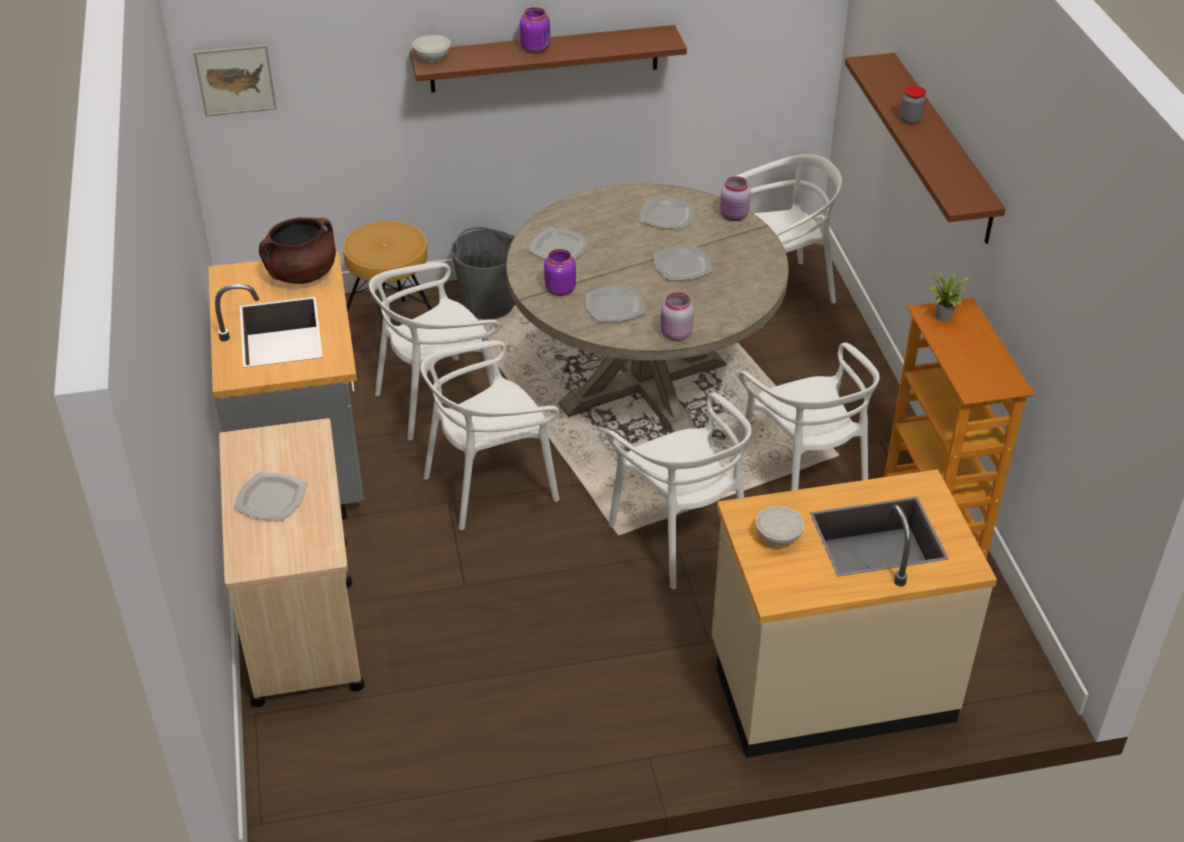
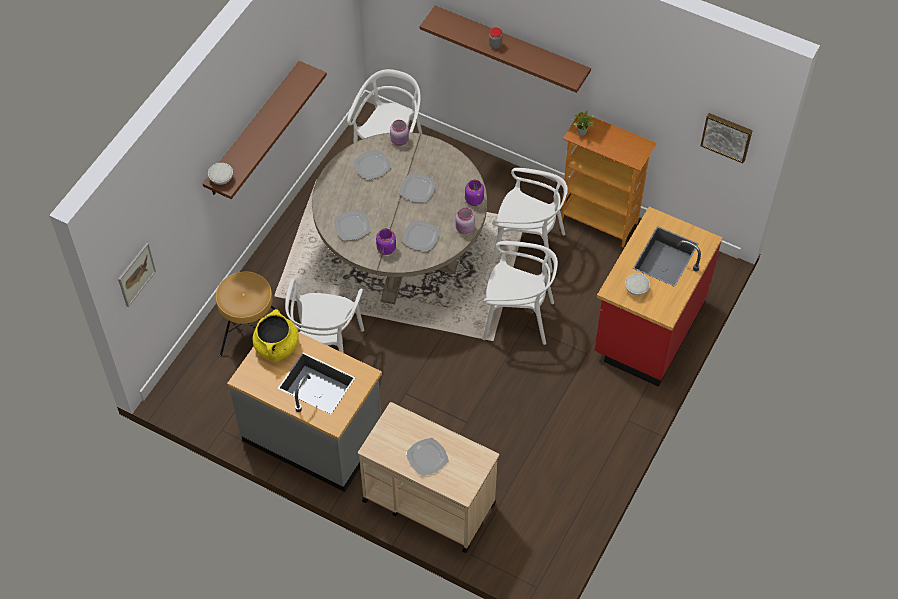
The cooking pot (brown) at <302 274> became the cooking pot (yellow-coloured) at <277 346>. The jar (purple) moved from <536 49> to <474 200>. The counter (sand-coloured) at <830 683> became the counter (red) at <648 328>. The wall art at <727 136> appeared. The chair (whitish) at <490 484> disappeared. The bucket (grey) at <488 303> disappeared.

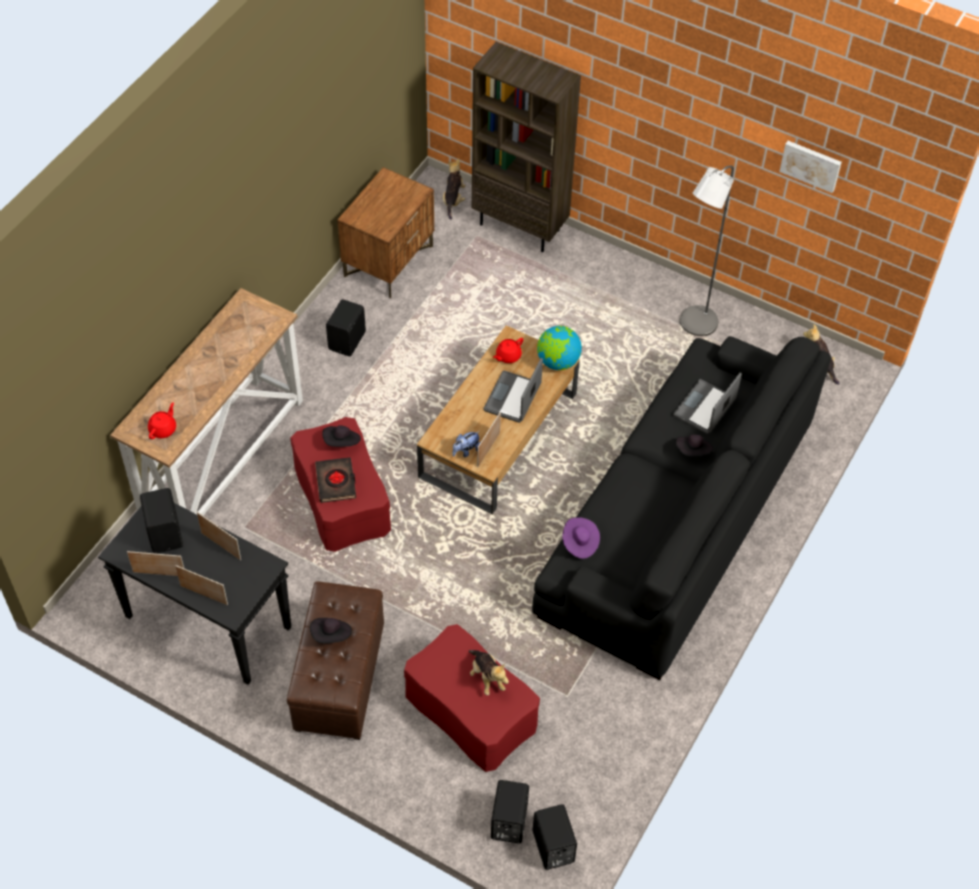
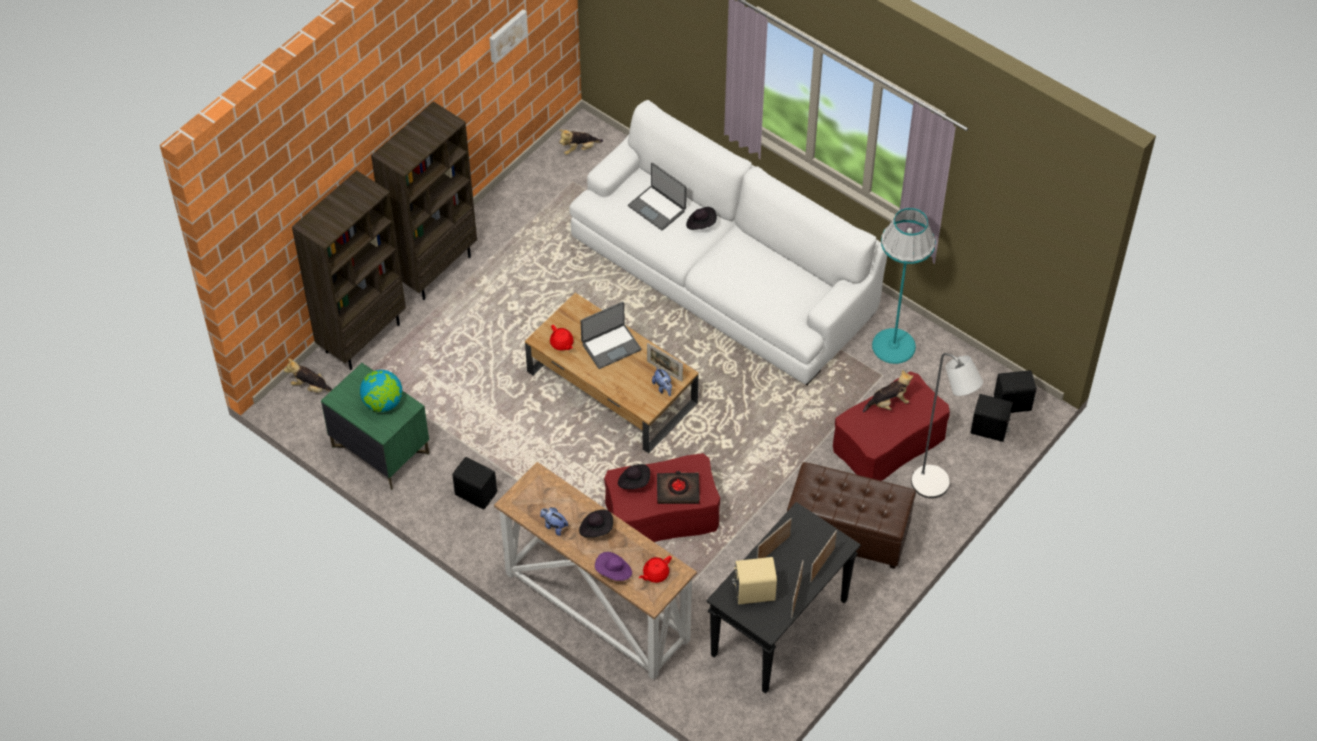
The bedside table (brown) at <388 261> became the bedside table (greenish) at <380 450>. The world globe moved from <558 361> to <383 403>. The bookcase (brown) at <434 269> appeared. The plush toy at <554 526> appeared. The settee (black) at <676 519> became the settee (whitish) at <723 275>. The hat (black) moved from <331 635> to <596 529>. The laptop at <513 398> turned 60 degrees counterclockwise. The hat (purple) moved from <579 543> to <614 572>. The teapot (red) at <163 429> turned 75 degrees counterclockwise. The audio speaker (black) at <166 533> became the audio speaker (sand-coloured) at <753 591>. The standing lamp (turquoise) at <894 346> appeared. The standing lamp (grey) moved from <694 326> to <935 487>.

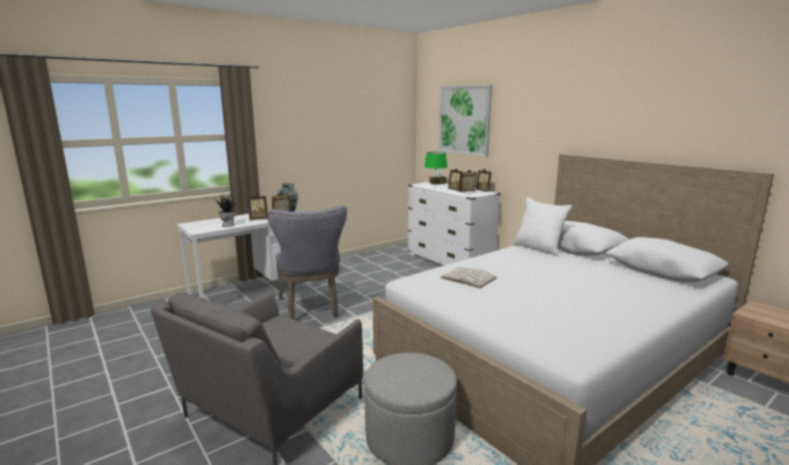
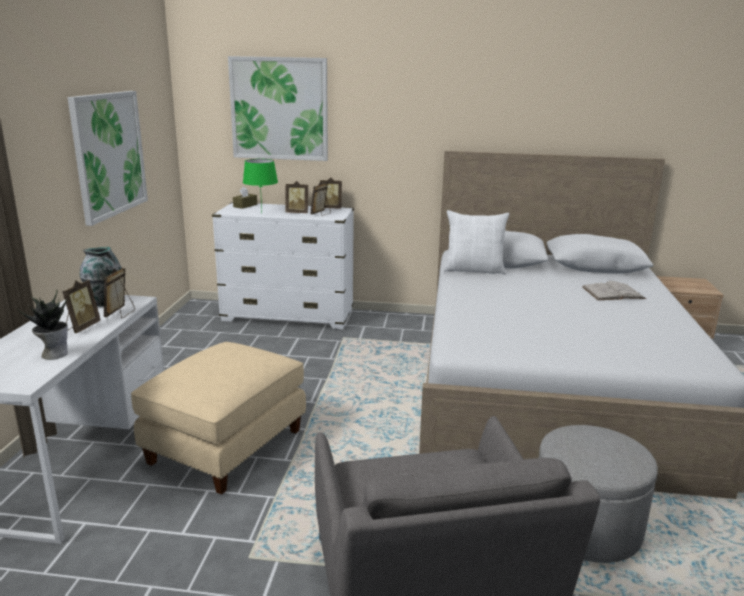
The wall art at <109 154> appeared. The chair (grey) at <311 309> was replaced by the ottoman (sand-coloured) at <227 447>. The volume (whitish) moved from <468 278> to <613 293>.

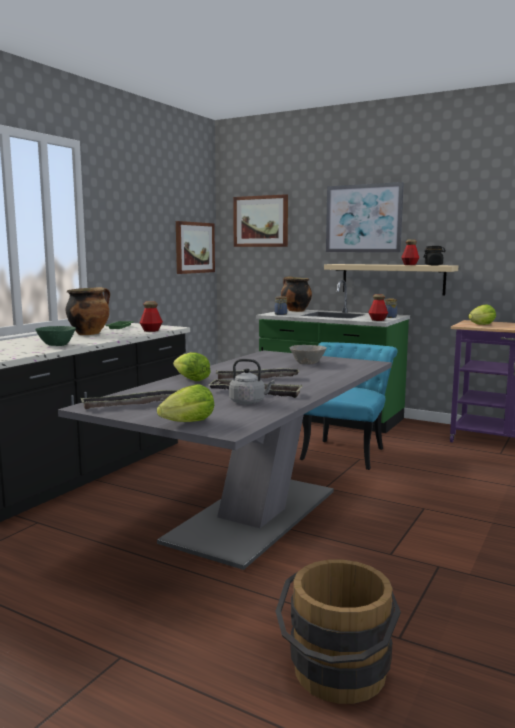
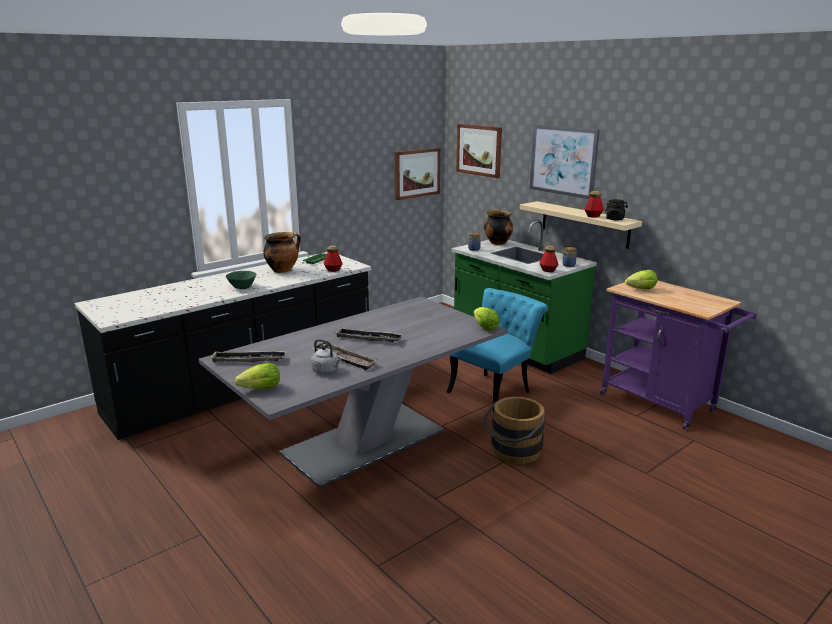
The head of lettuce moved from <191 380> to <485 327>. The bucket (brown) moved from <337 677> to <513 453>. The serving bowl (grey) at <307 363> disappeared.

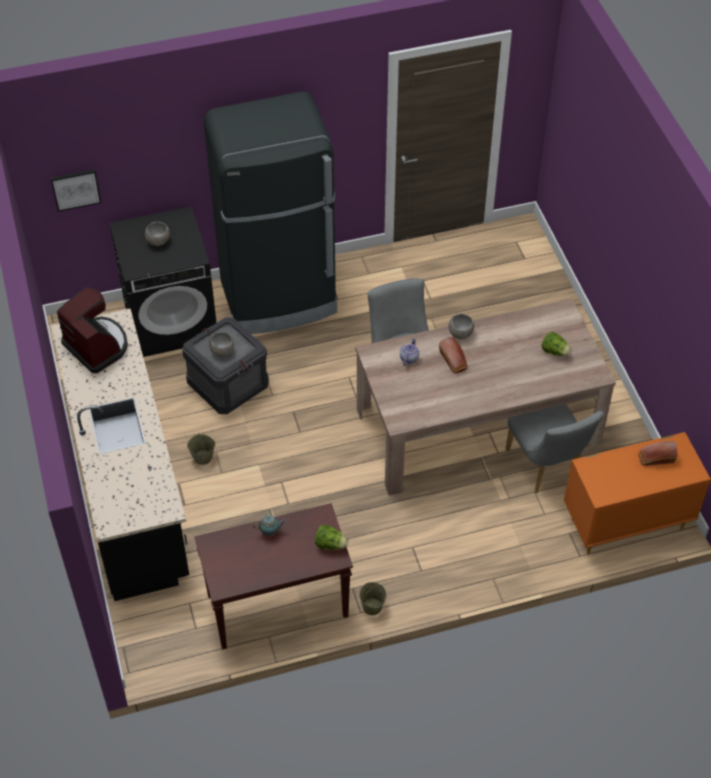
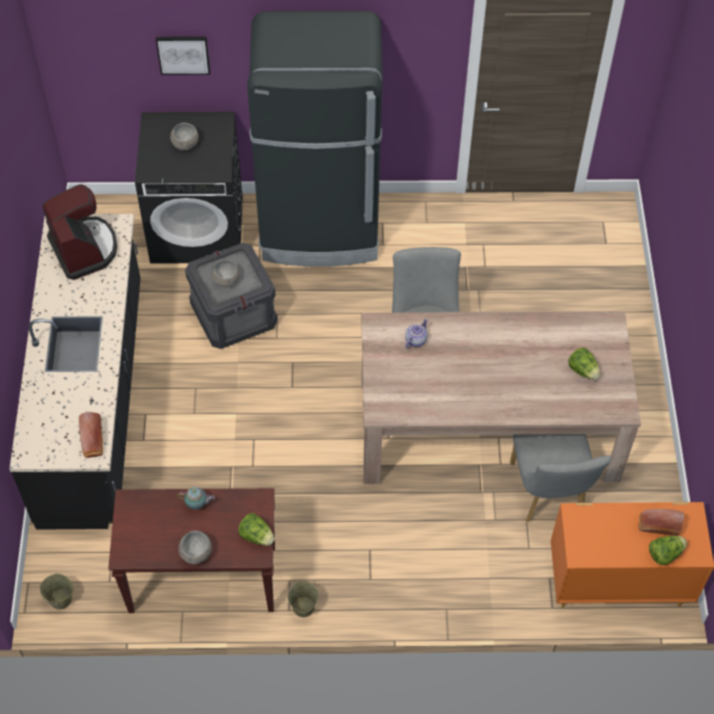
The bucket (sand-coloured) moved from <203 457> to <61 599>. The bakery bread moved from <453 361> to <92 441>. The wall art moved from <76 189> to <183 54>. The serving bowl (grey) moved from <460 333> to <196 553>. The head of lettuce at <665 554> appeared.

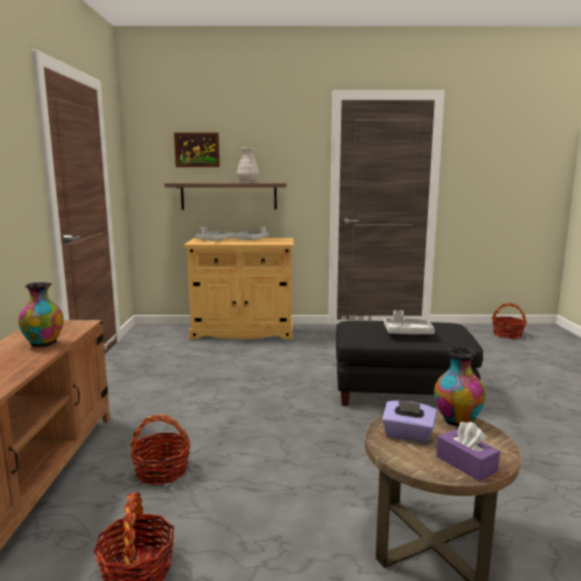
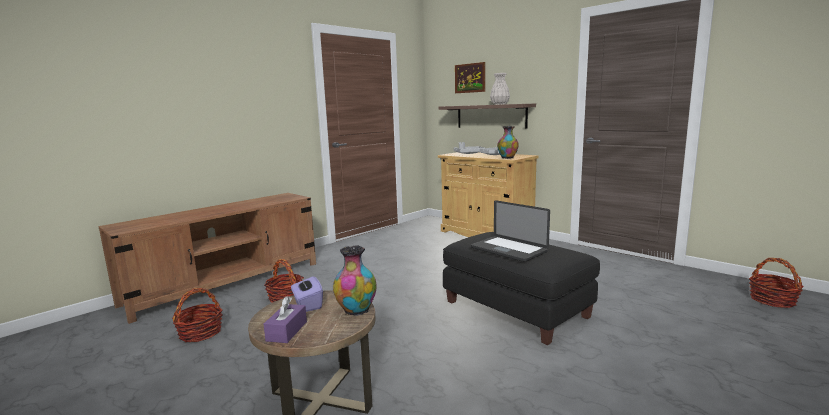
The carrying tray (grey) at <407 333> was replaced by the laptop at <508 250>. The decorative vase moved from <44 343> to <507 158>.

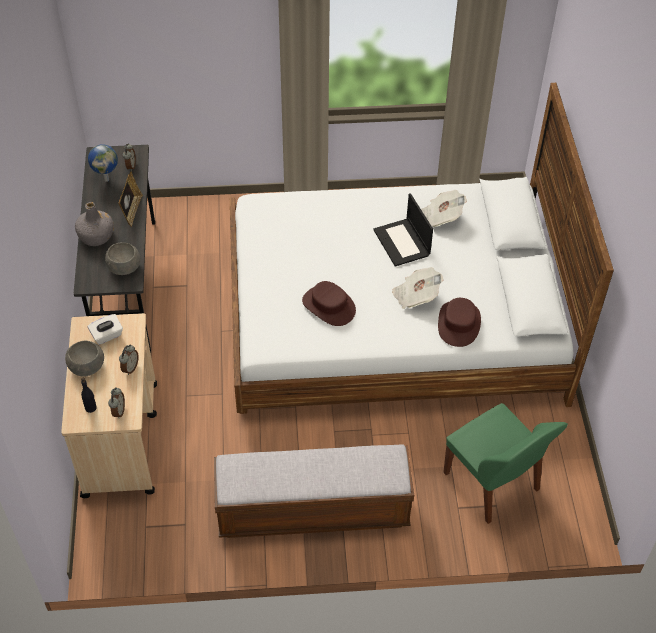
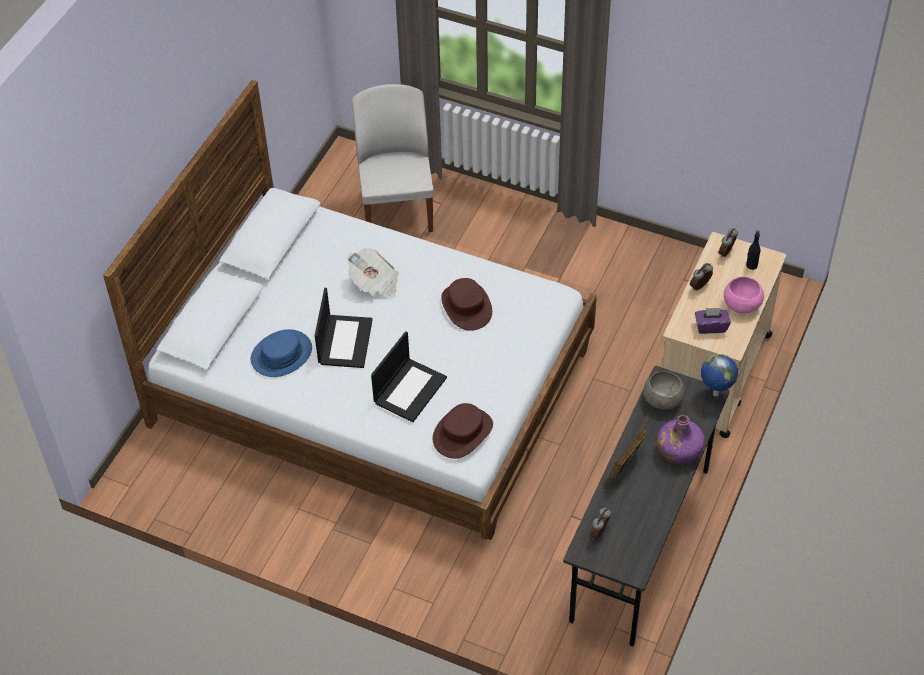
The newspaper at <440 217> was replaced by the hat (blue) at <281 354>. The chair (greenish) at <492 483> became the chair (whitish) at <397 208>. The laptop at <410 389> appeared. The hat (brown) moved from <459 324> to <462 433>. The drink bottle (grey) at <96 236> became the drink bottle (purple) at <679 450>. The box of tissues (whitish) at <107 335> became the box of tissues (purple) at <711 327>. The world globe moved from <107 179> to <715 394>. The serving bowl (grey) at <86 366> became the serving bowl (pink-coloured) at <742 304>. The bench at <312 510> disappeared.

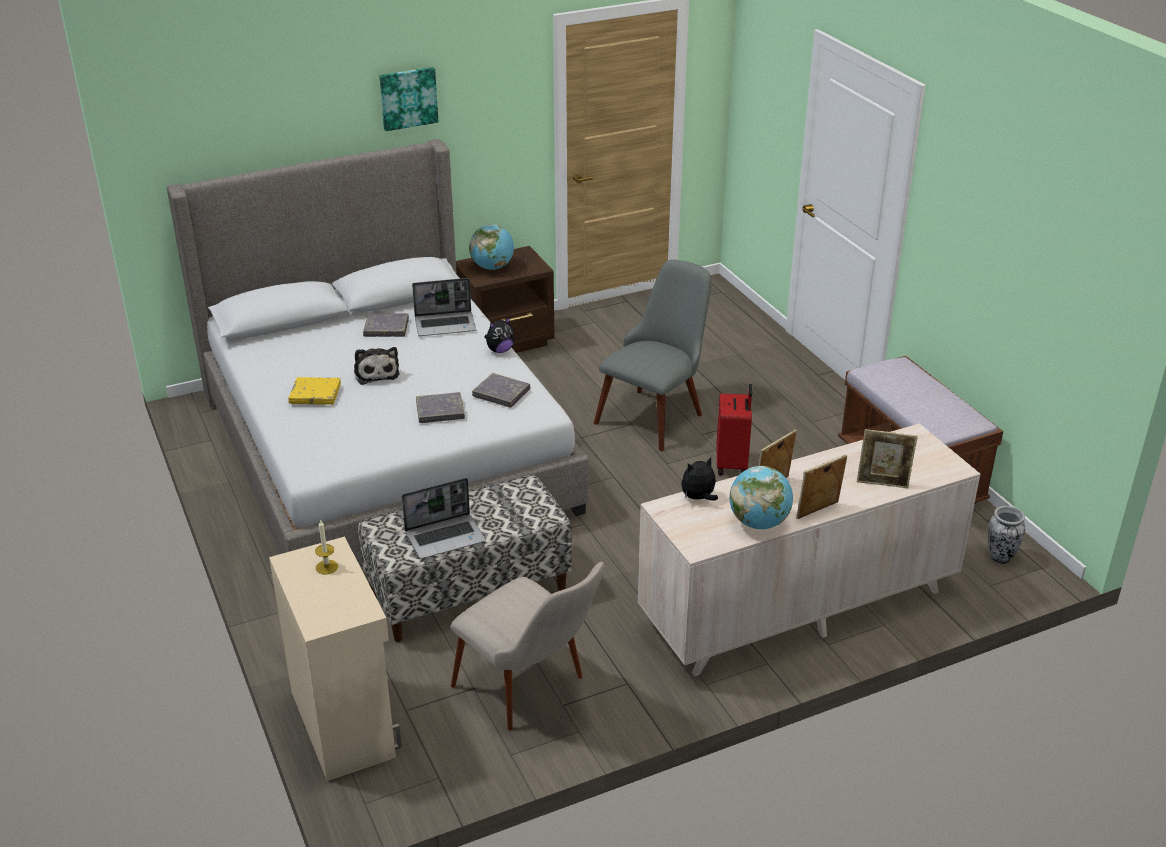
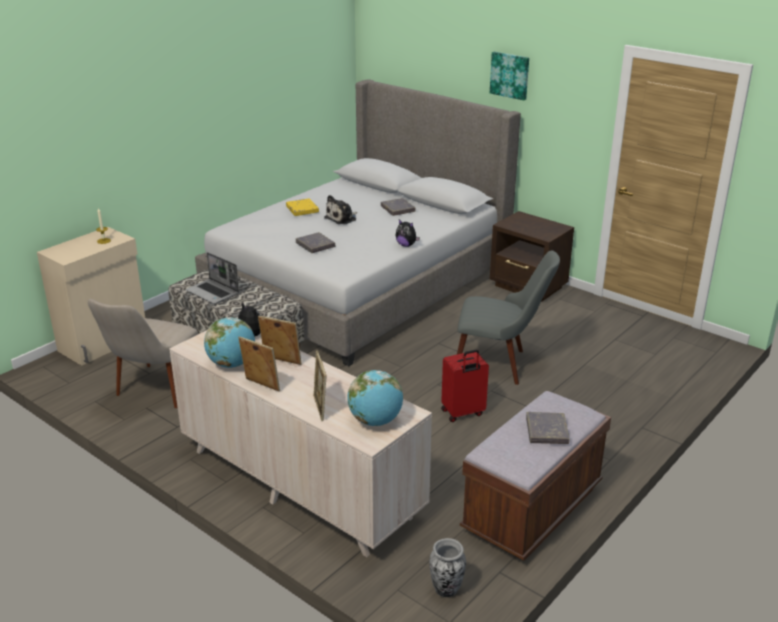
The world globe moved from <492 267> to <375 421>. The volume (grey) moved from <501 393> to <546 431>. The laptop at <446 325> disappeared.

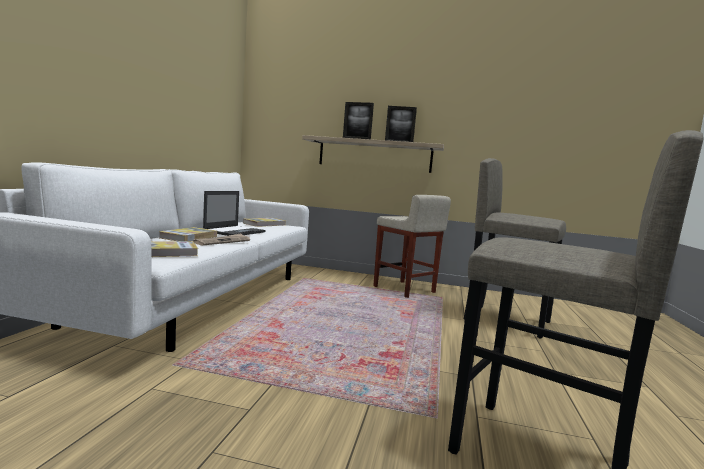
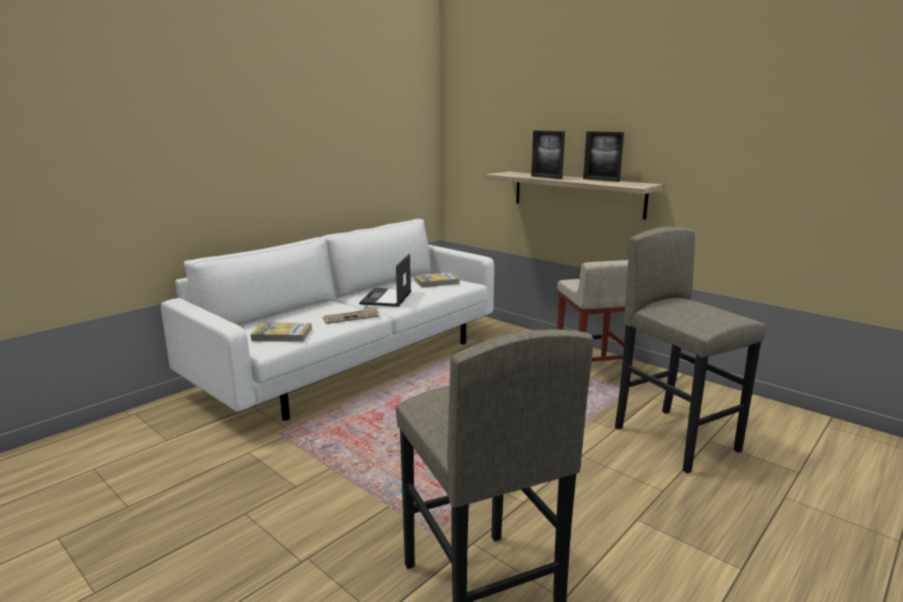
The laptop at <235 231> turned 135 degrees clockwise. The volume at <189 237> disappeared.

